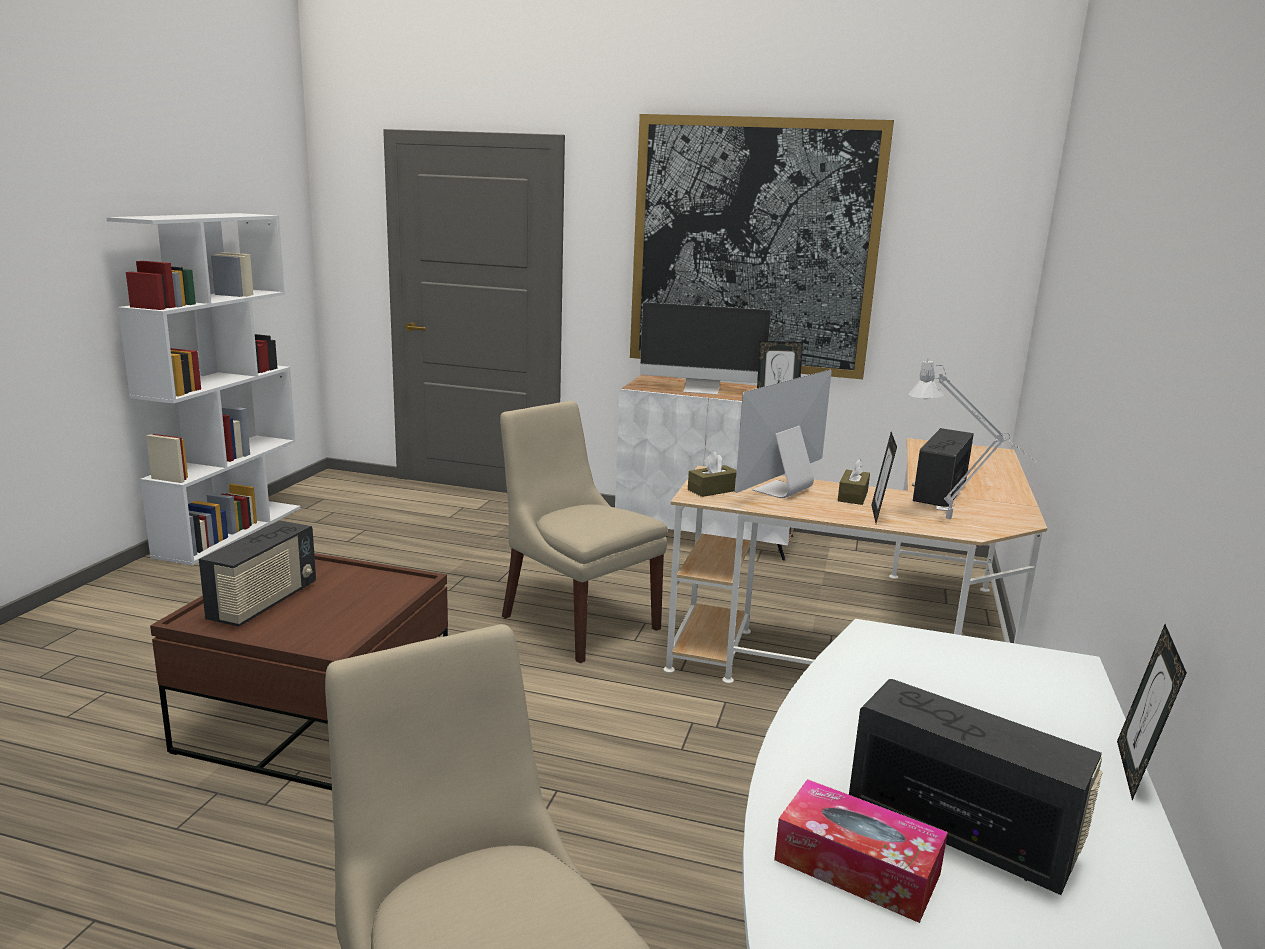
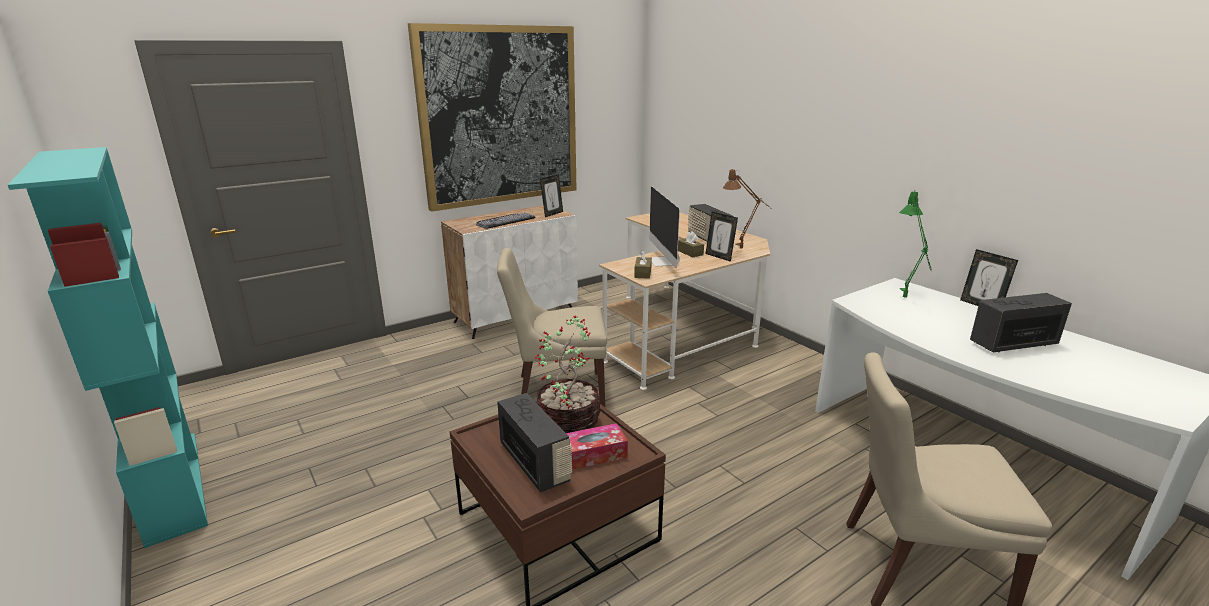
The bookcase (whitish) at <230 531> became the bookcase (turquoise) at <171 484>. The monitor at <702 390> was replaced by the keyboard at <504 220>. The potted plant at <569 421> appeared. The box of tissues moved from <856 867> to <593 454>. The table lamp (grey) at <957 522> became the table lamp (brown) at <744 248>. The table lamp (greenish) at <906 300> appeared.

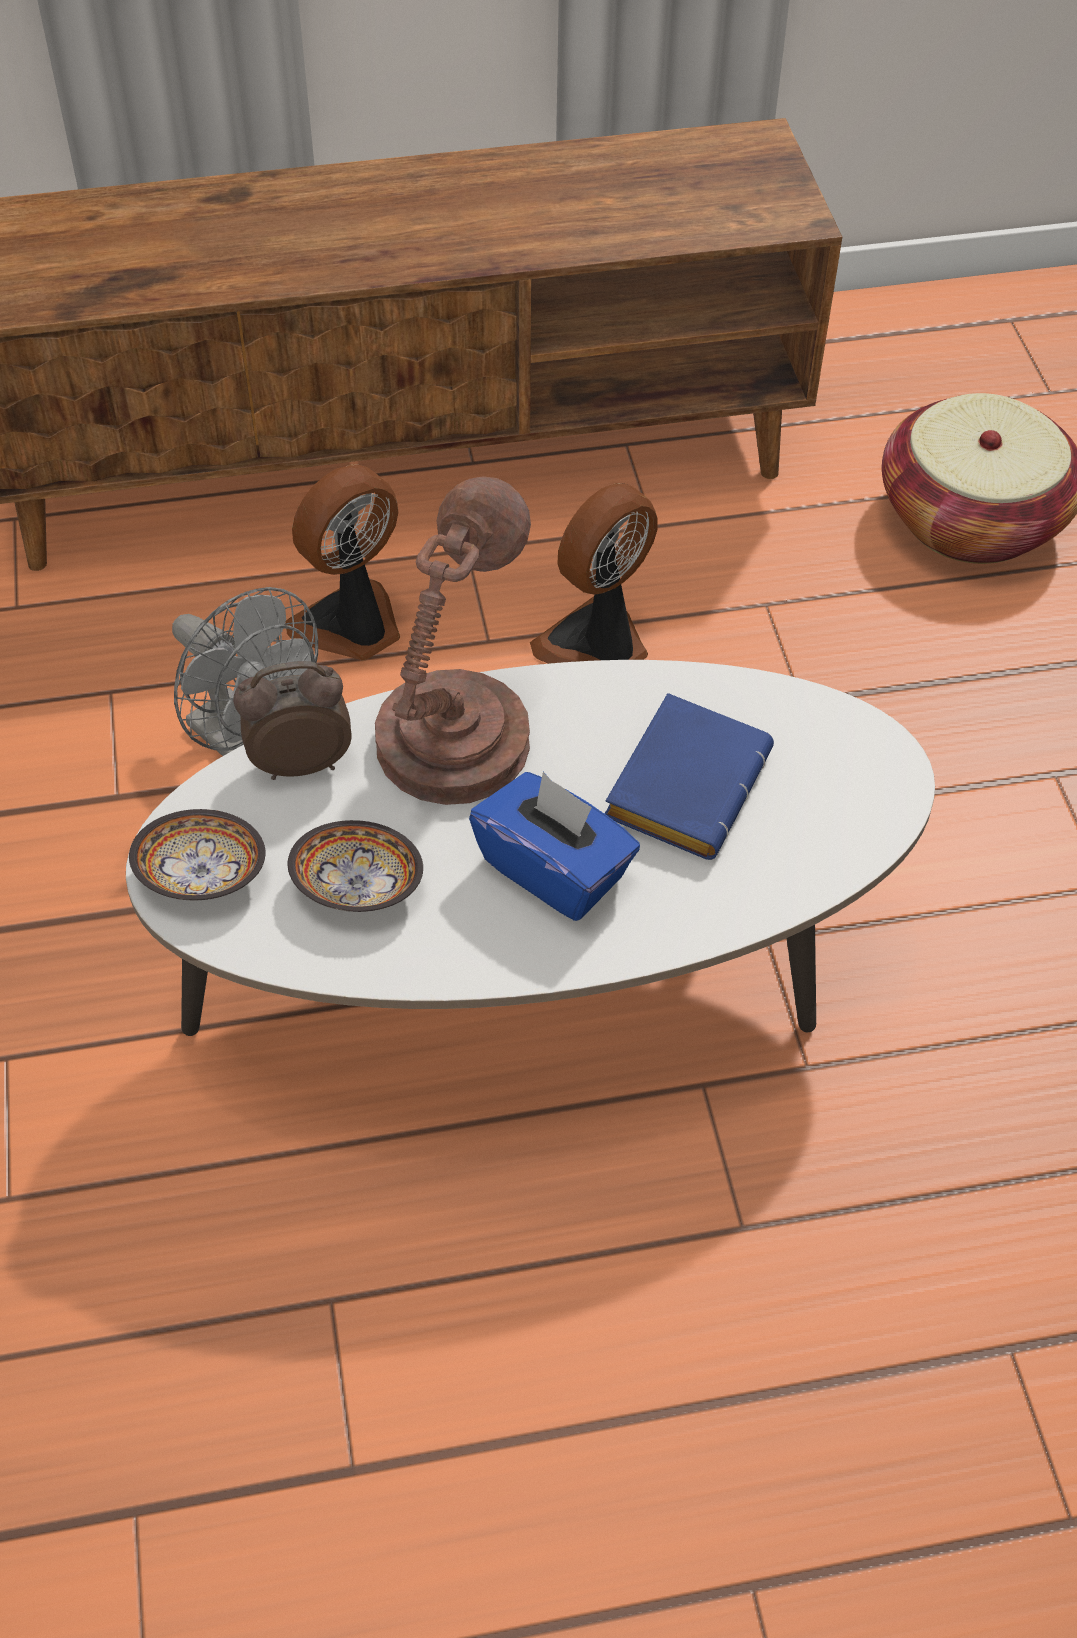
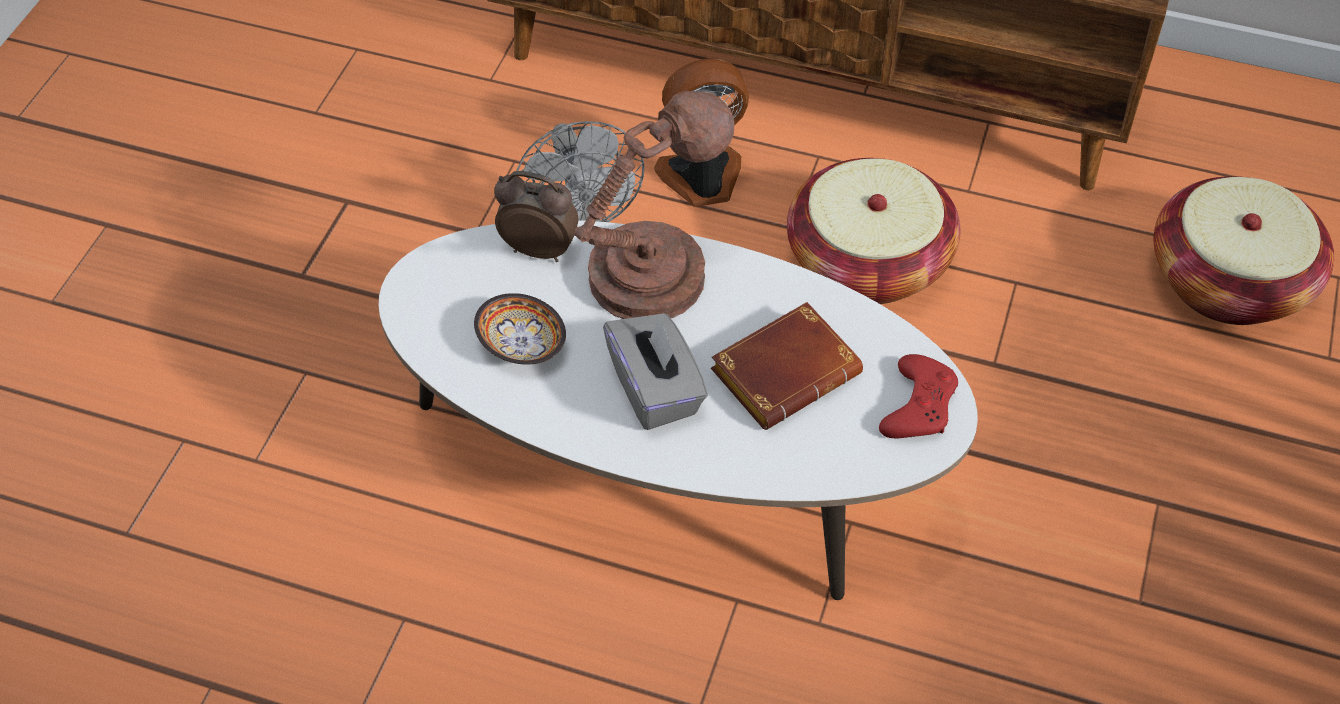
The box of tissues (blue) at <554 869> became the box of tissues (grey) at <656 390>. The volume (blue) at <684 782> became the volume (brown) at <786 370>. The electric fan at <597 645> was replaced by the household basket at <868 261>. The game controller (red) at <919 405> appeared. The serving bowl at <200 873> disappeared.

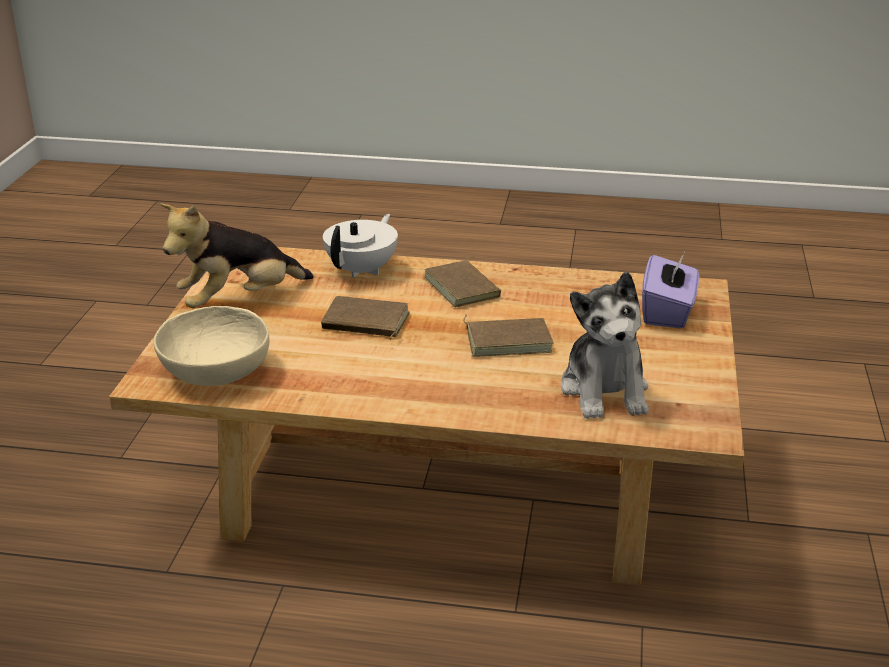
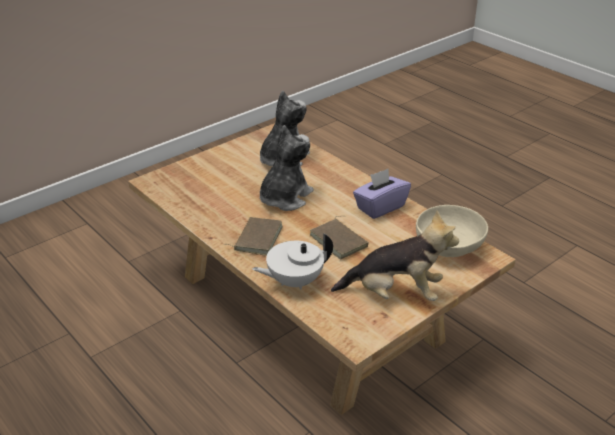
The volume (brown) at <508 340> was replaced by the plush toy at <284 198>. The box of tissues (purple) moved from <667 312> to <380 207>.

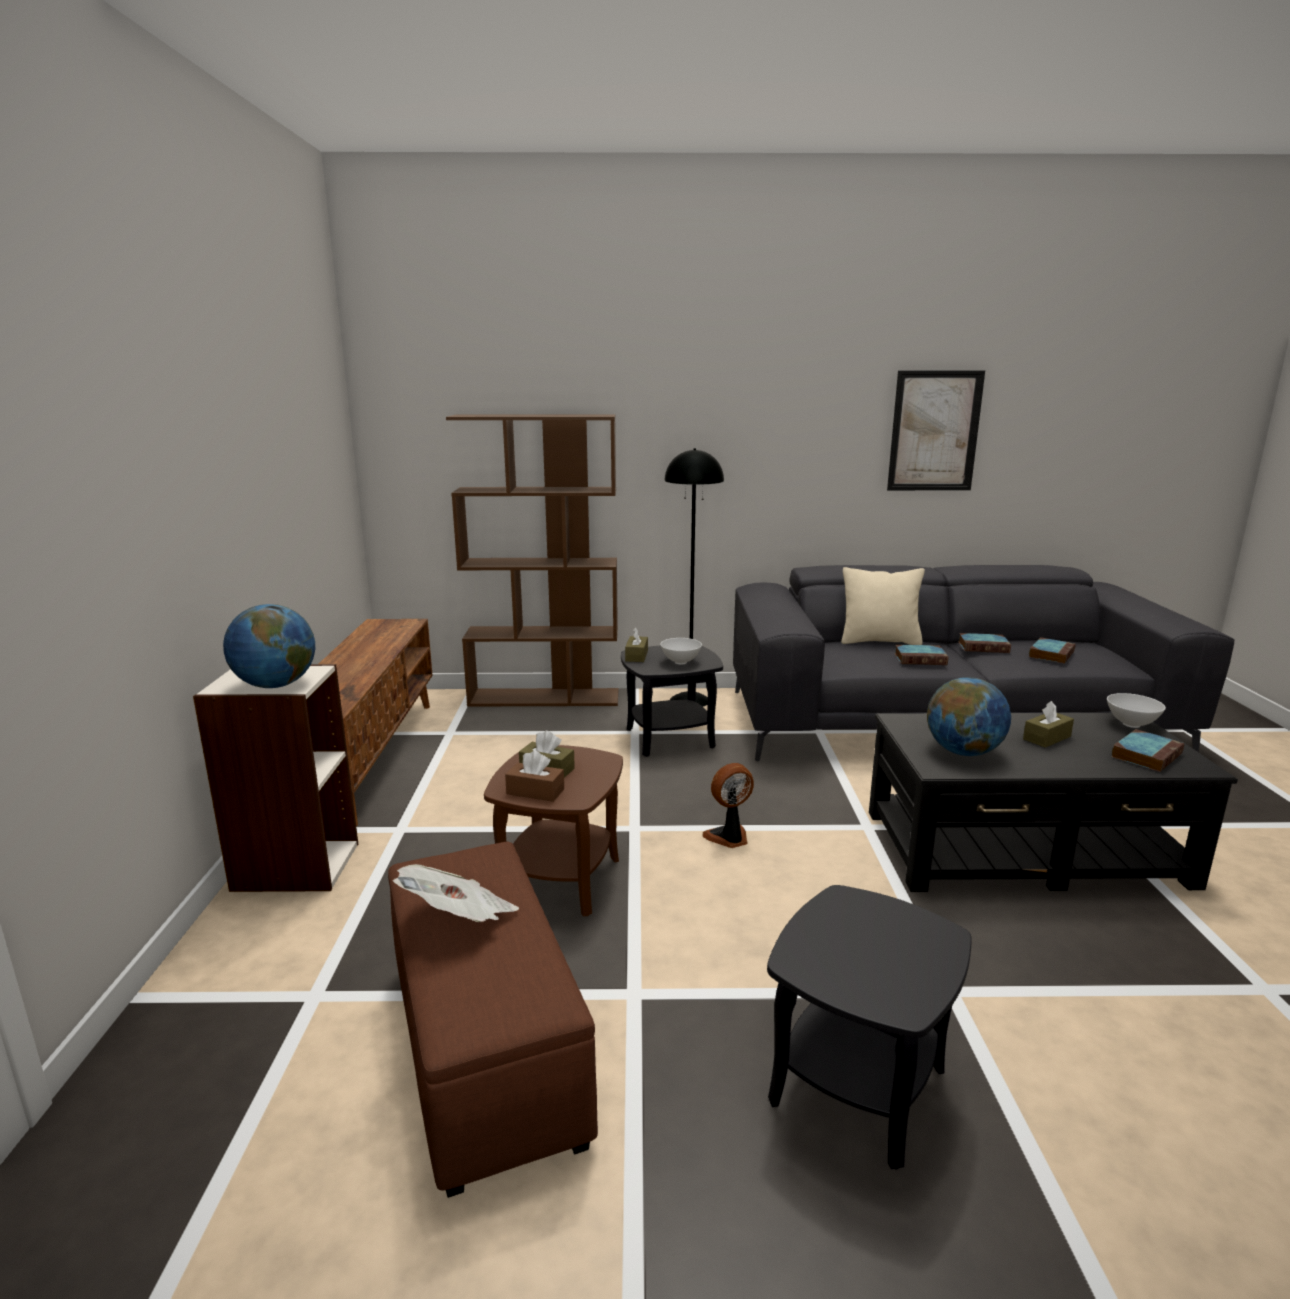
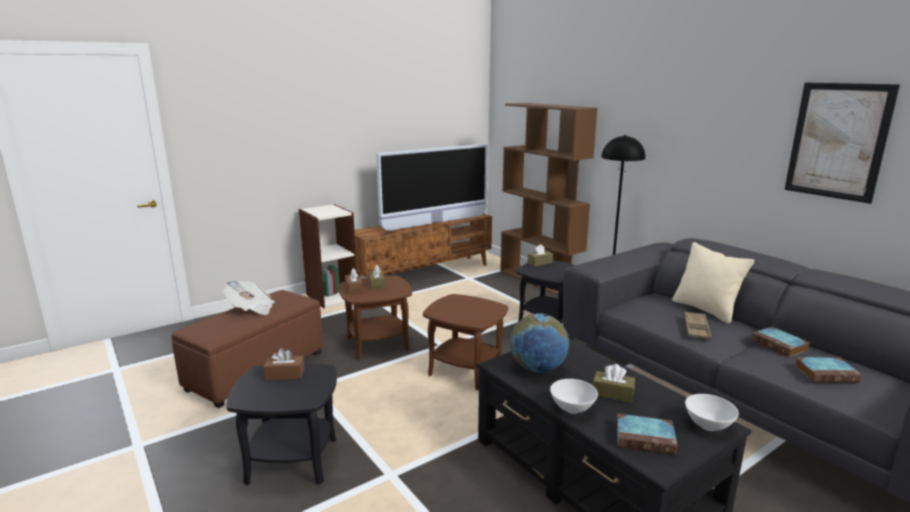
The box of tissues (brown) at <285 374> appeared. The TV set at <435 222> appeared. The electric fan at <729 838> was replaced by the side table (brown) at <465 371>. The serving bowl (whitish) moved from <680 662> to <572 409>. The volume at <921 659> was replaced by the carrying tray (brown) at <696 328>. The world globe at <276 685> disappeared.

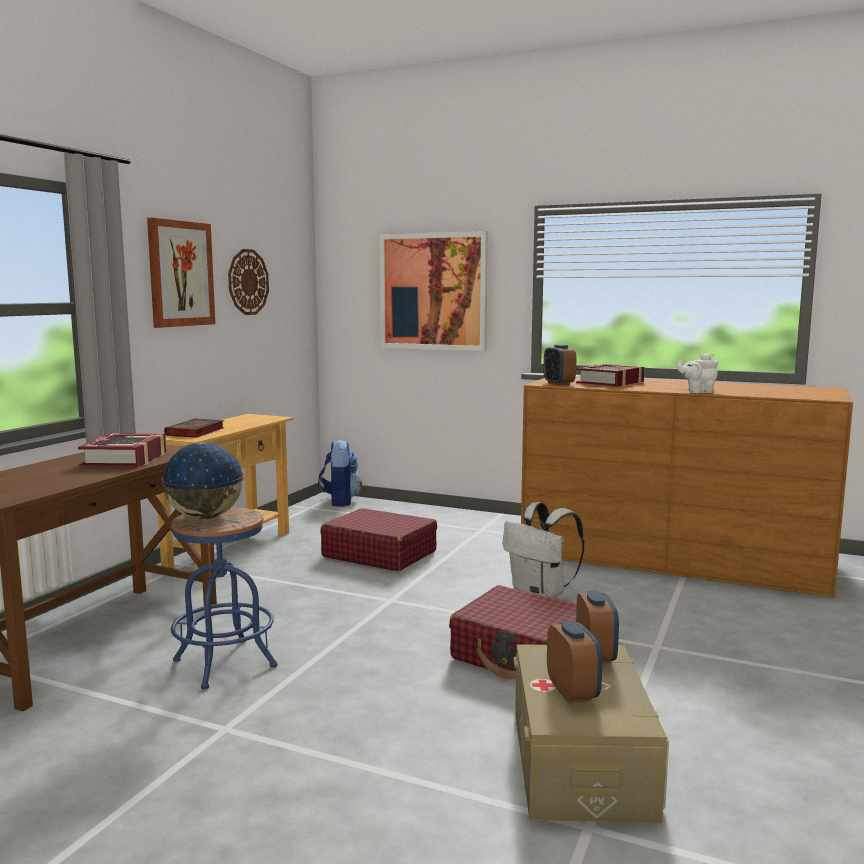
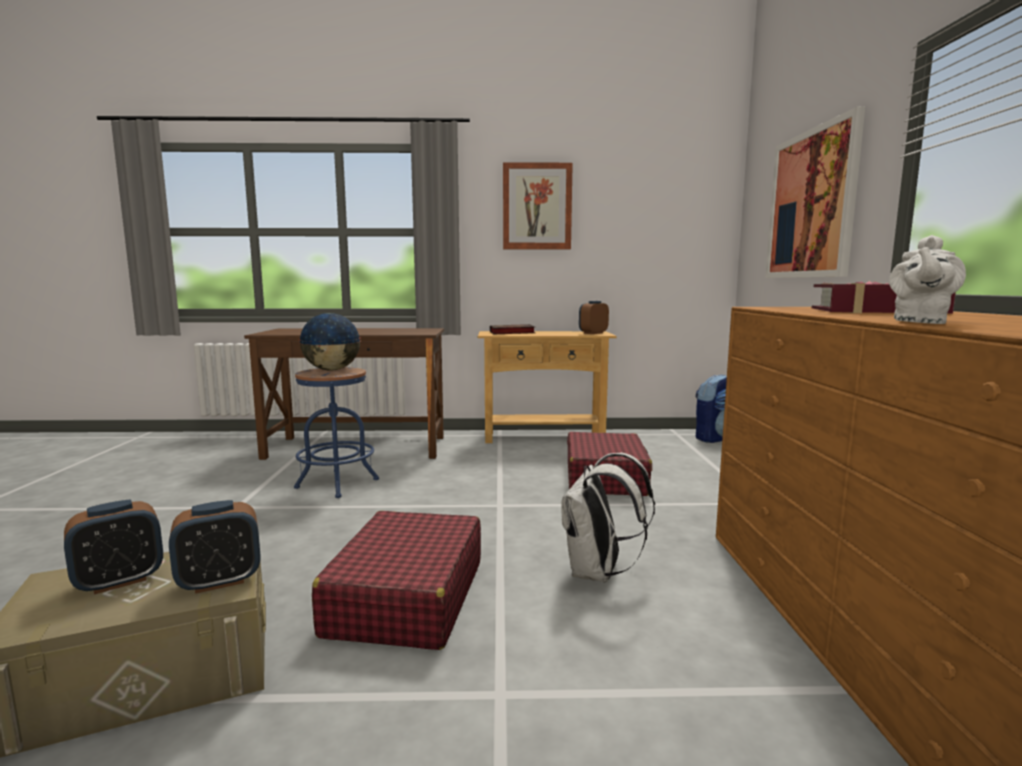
The bedside clock moved from <558 384> to <593 333>. The teapot (whitish) at <698 392> turned 120 degrees counterclockwise. The volume at <126 459> disappeared. The hanging clock at <248 282> disappeared.

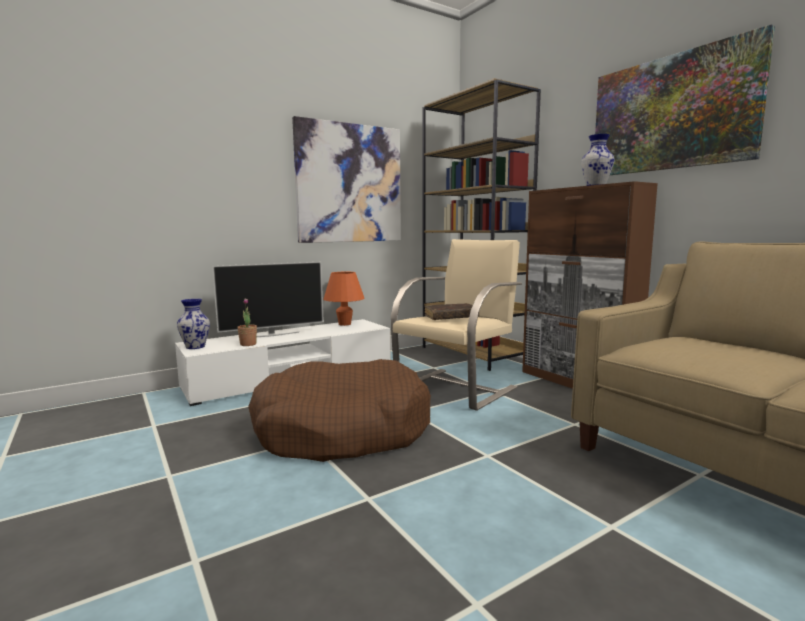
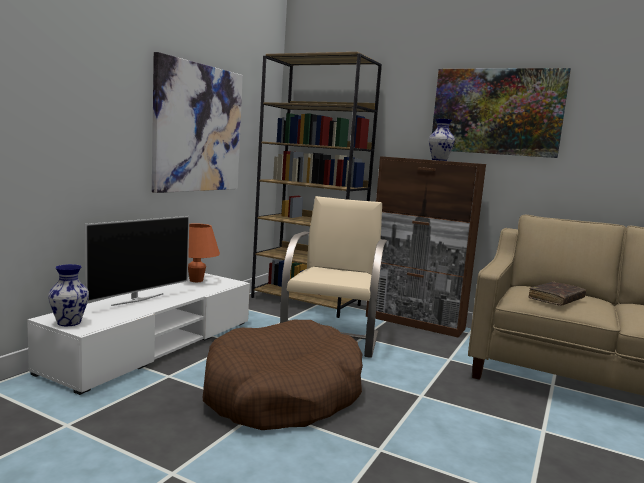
The volume (brown) moved from <451 317> to <556 299>. The potted plant at <248 344> disappeared.

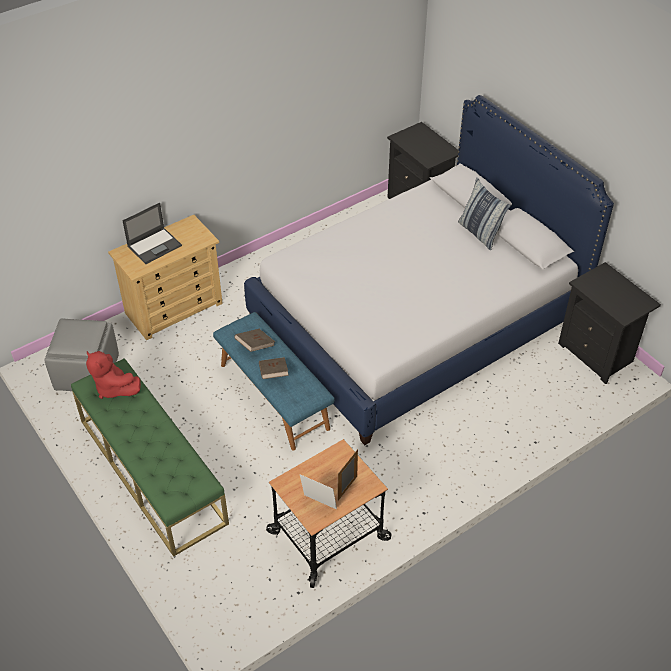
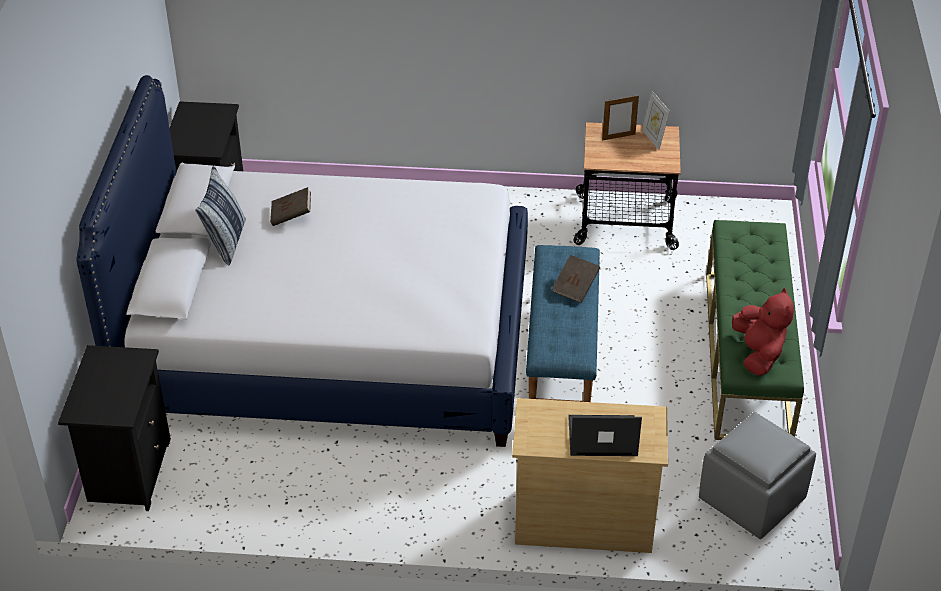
The volume (brown) moved from <255 345> to <291 215>.

